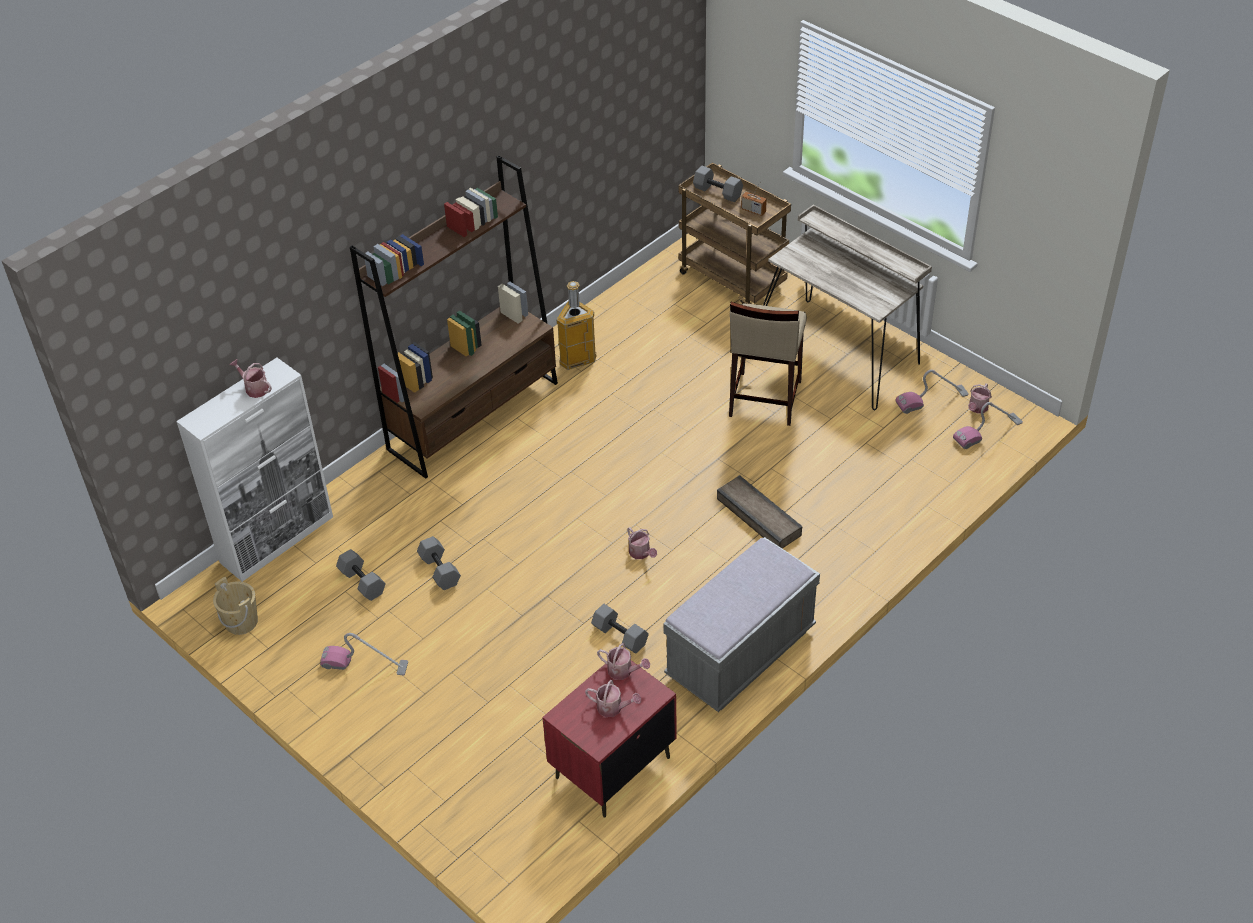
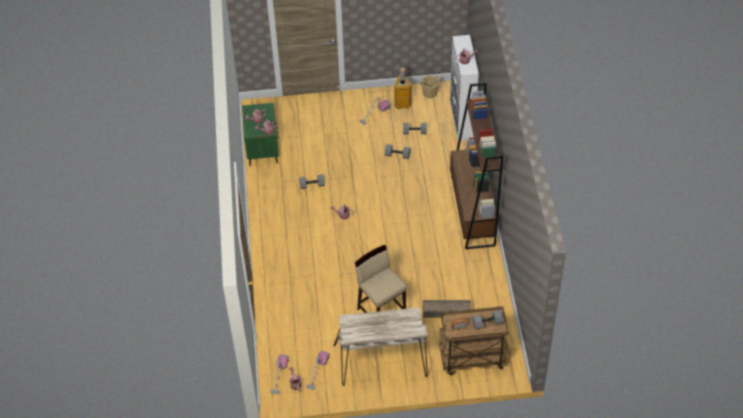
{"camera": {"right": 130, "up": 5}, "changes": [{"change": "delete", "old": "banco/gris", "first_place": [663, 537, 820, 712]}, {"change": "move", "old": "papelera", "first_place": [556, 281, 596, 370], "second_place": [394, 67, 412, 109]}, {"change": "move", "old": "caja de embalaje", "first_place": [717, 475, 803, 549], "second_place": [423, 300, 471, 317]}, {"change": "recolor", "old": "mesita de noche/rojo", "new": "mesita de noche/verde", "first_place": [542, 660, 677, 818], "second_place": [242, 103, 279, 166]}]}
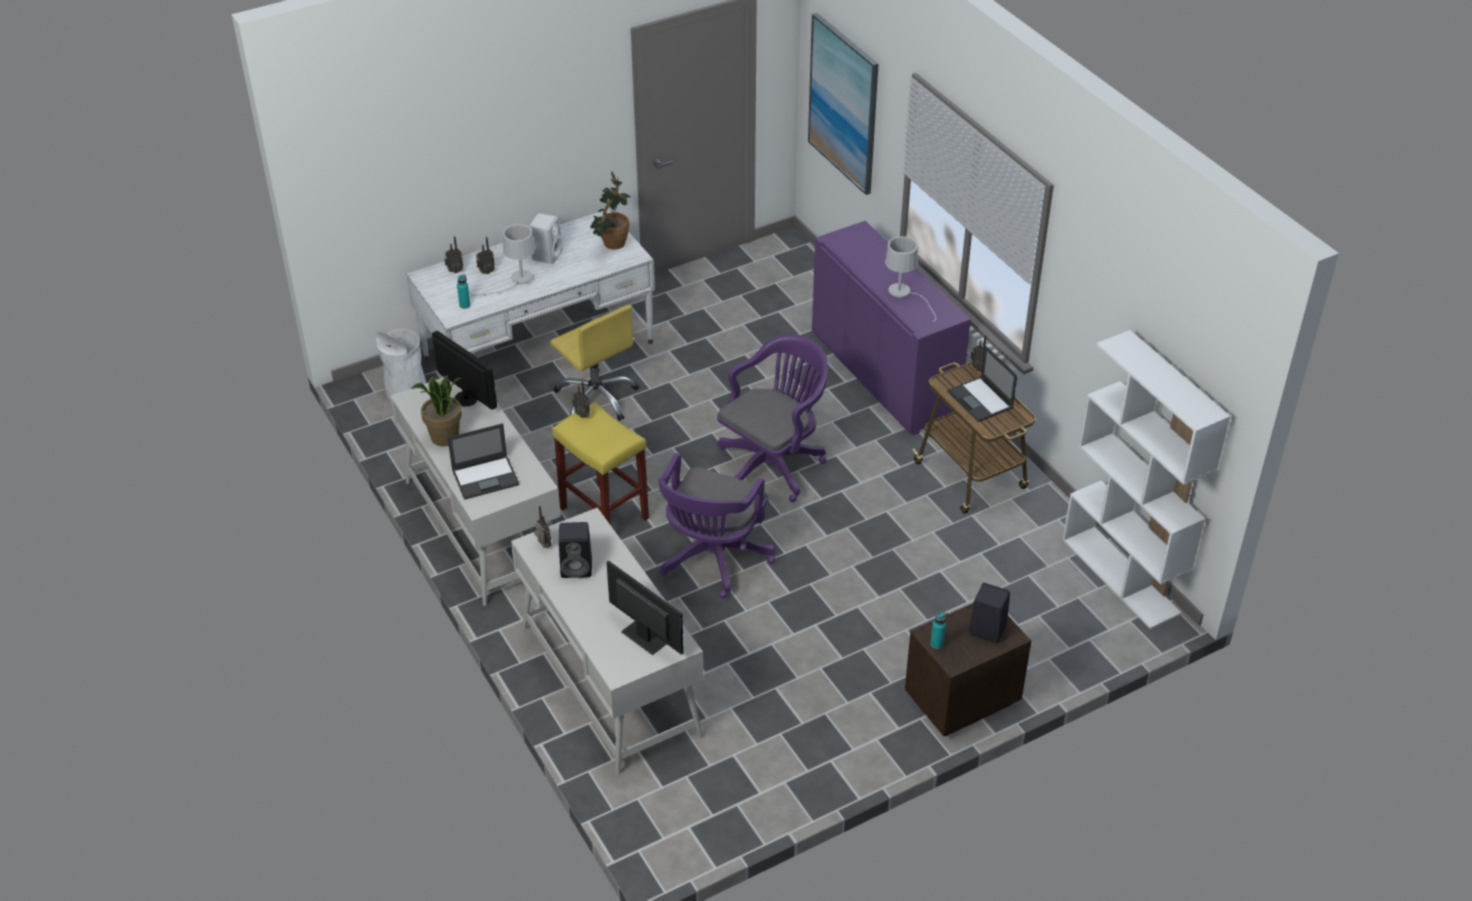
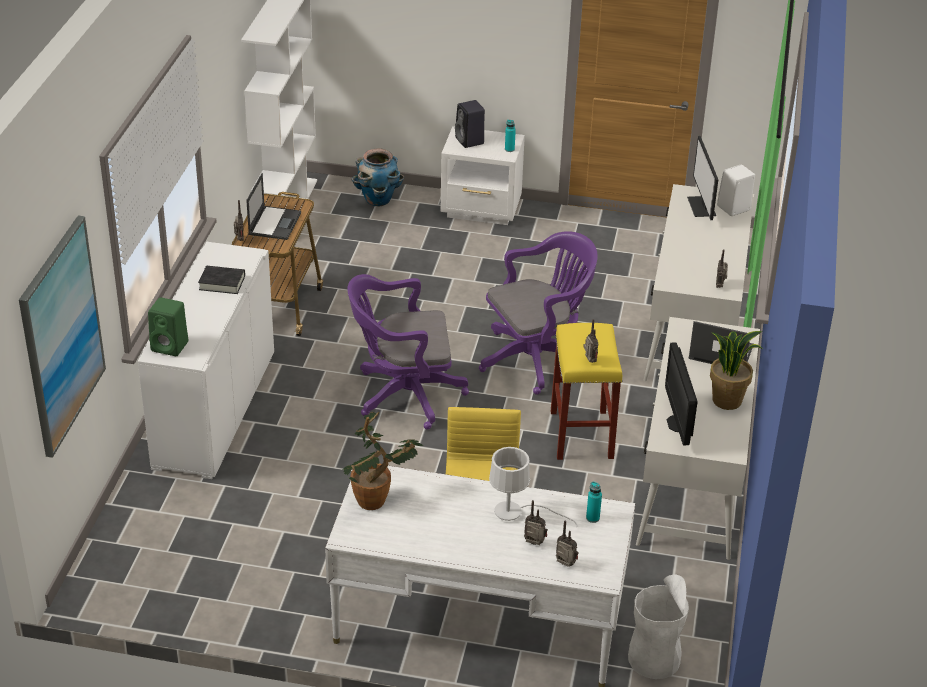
{"camera": {"right": -140, "up": -5}, "changes": [{"change": "delete", "old": "altavoz/negro", "first_place": [559, 522, 592, 578]}, {"change": "insert", "new": "altavoz/verde", "second_place": [148, 297, 188, 356]}, {"change": "insert", "new": "maceta", "second_place": [352, 148, 404, 206]}, {"change": "move", "old": "altavoz/blanco", "first_place": [530, 213, 562, 264], "second_place": [717, 164, 755, 216]}, {"change": "replace", "old": "lámpara de mesa/blanco", "new": "libro/negro", "first_place": [885, 236, 936, 322], "second_place": [198, 266, 245, 294]}, {"change": "recolor", "old": "armario/morado", "new": "armario/blanco", "first_place": [812, 221, 971, 436], "second_place": [138, 242, 274, 479]}, {"change": "recolor", "old": "mesita de noche/marrón", "new": "mesita de noche/blanco", "first_place": [905, 603, 1031, 736], "second_place": [440, 126, 525, 225]}]}
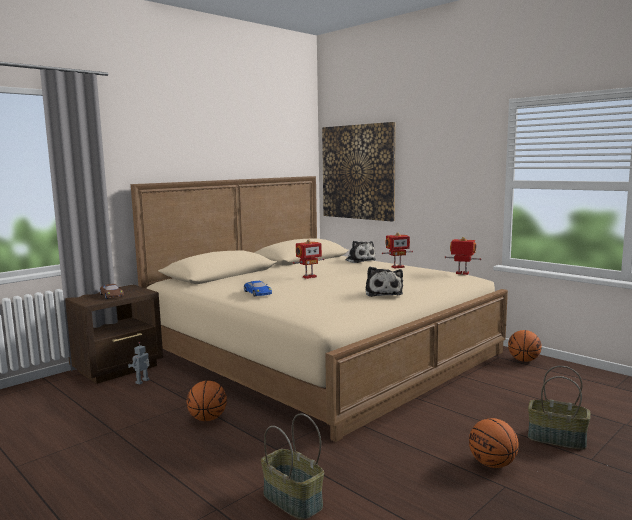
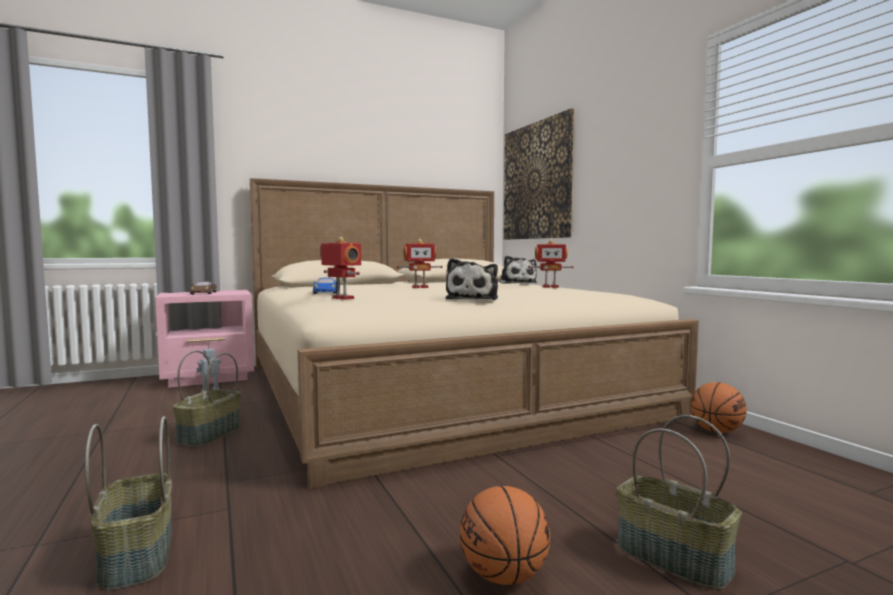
{"camera": {"right": 20, "up": -5}, "changes": [{"change": "move", "old": "robot de juguete", "first_place": [445, 237, 481, 275], "second_place": [321, 237, 361, 300]}, {"change": "replace", "old": "balón de baloncesto", "new": "cesta", "first_place": [187, 381, 227, 421], "second_place": [172, 350, 241, 447]}, {"change": "recolor", "old": "mesita de noche/marrón", "new": "mesita de noche/rosa", "first_place": [65, 284, 163, 384], "second_place": [155, 290, 254, 388]}]}
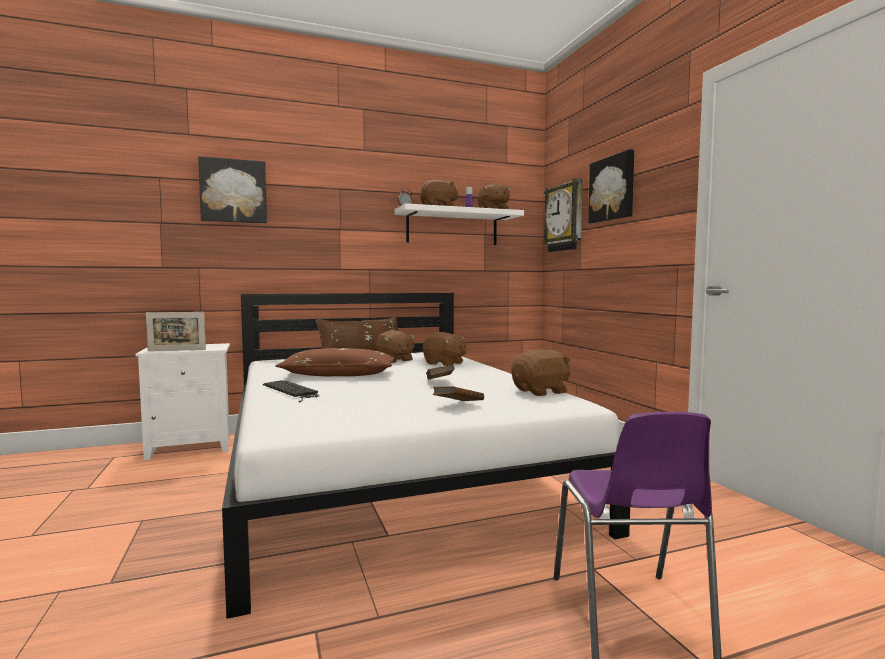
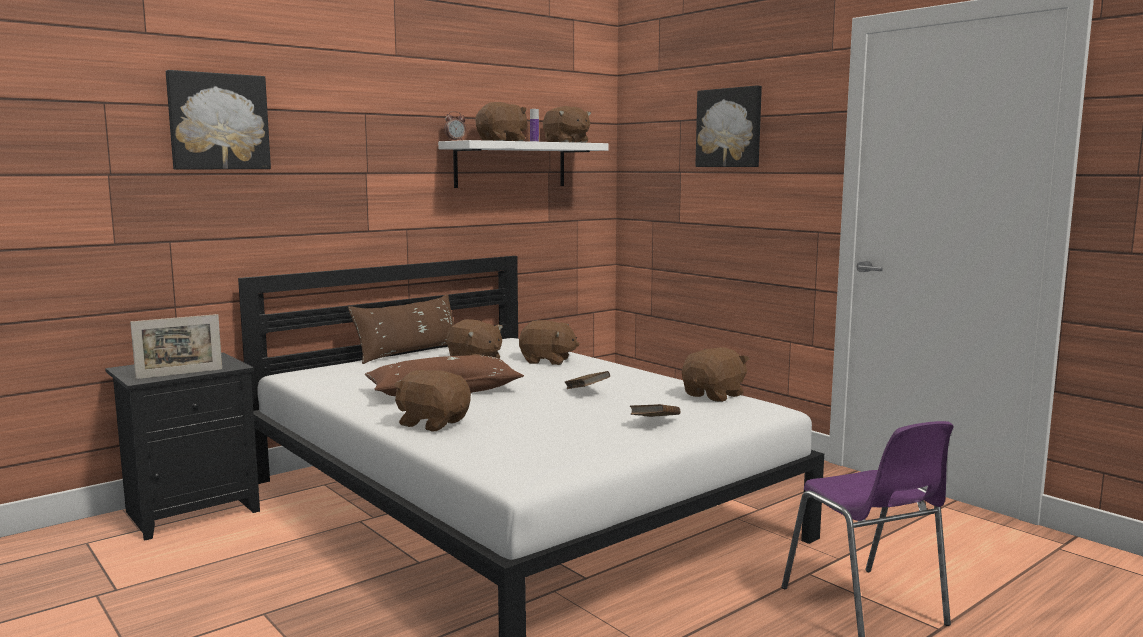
{"camera": {"right": -20, "up": 5}, "changes": [{"change": "delete", "old": "reloj de pared", "first_place": [543, 178, 583, 252]}, {"change": "replace", "old": "teclado", "new": "peluche/marrón", "first_place": [263, 380, 319, 402], "second_place": [394, 370, 471, 432]}, {"change": "recolor", "old": "mesita de noche/blanco", "new": "mesita de noche/negro", "first_place": [135, 343, 230, 460], "second_place": [105, 353, 260, 541]}]}
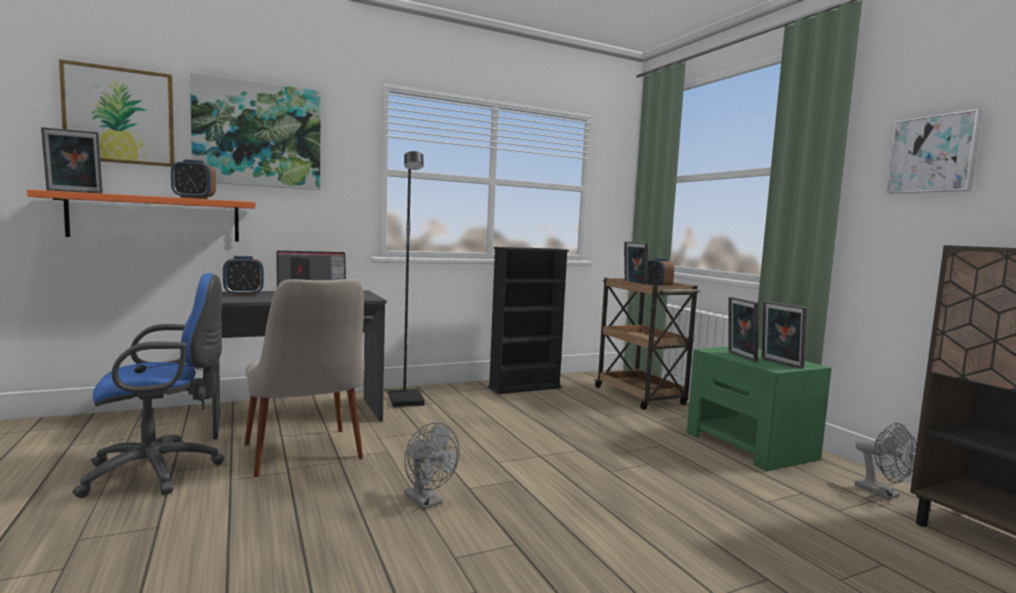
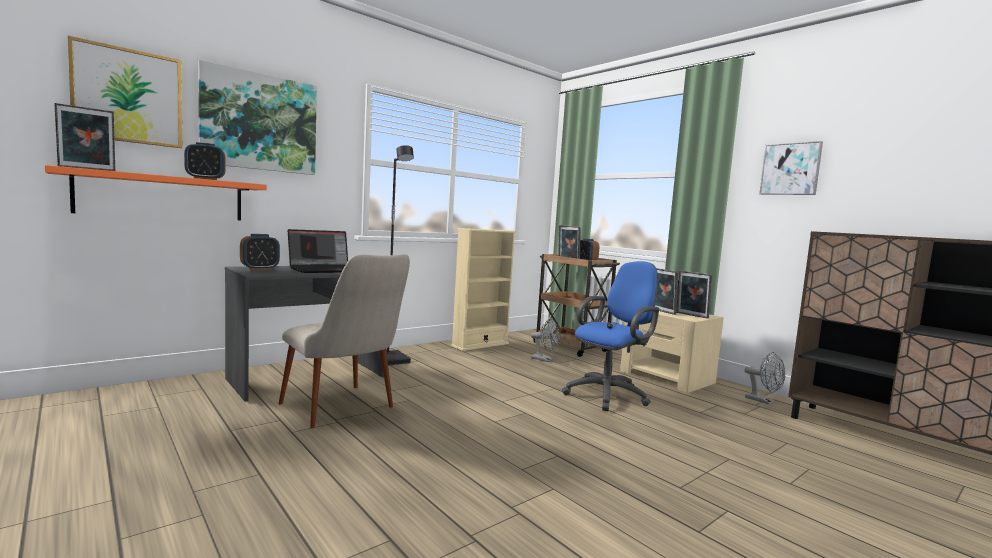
{"camera": {"right": -15, "up": 0}, "changes": [{"change": "move", "old": "silla de oficina/azul", "first_place": [72, 273, 224, 498], "second_place": [562, 261, 659, 411]}, {"change": "move", "old": "ventilador/gris", "first_place": [404, 422, 459, 509], "second_place": [531, 319, 561, 362]}, {"change": "recolor", "old": "estantería/negro", "new": "estantería/beis", "first_place": [488, 247, 569, 394], "second_place": [451, 228, 516, 351]}, {"change": "recolor", "old": "mesita de noche/verde", "new": "mesita de noche/beis", "first_place": [687, 347, 832, 471], "second_place": [620, 311, 724, 393]}]}
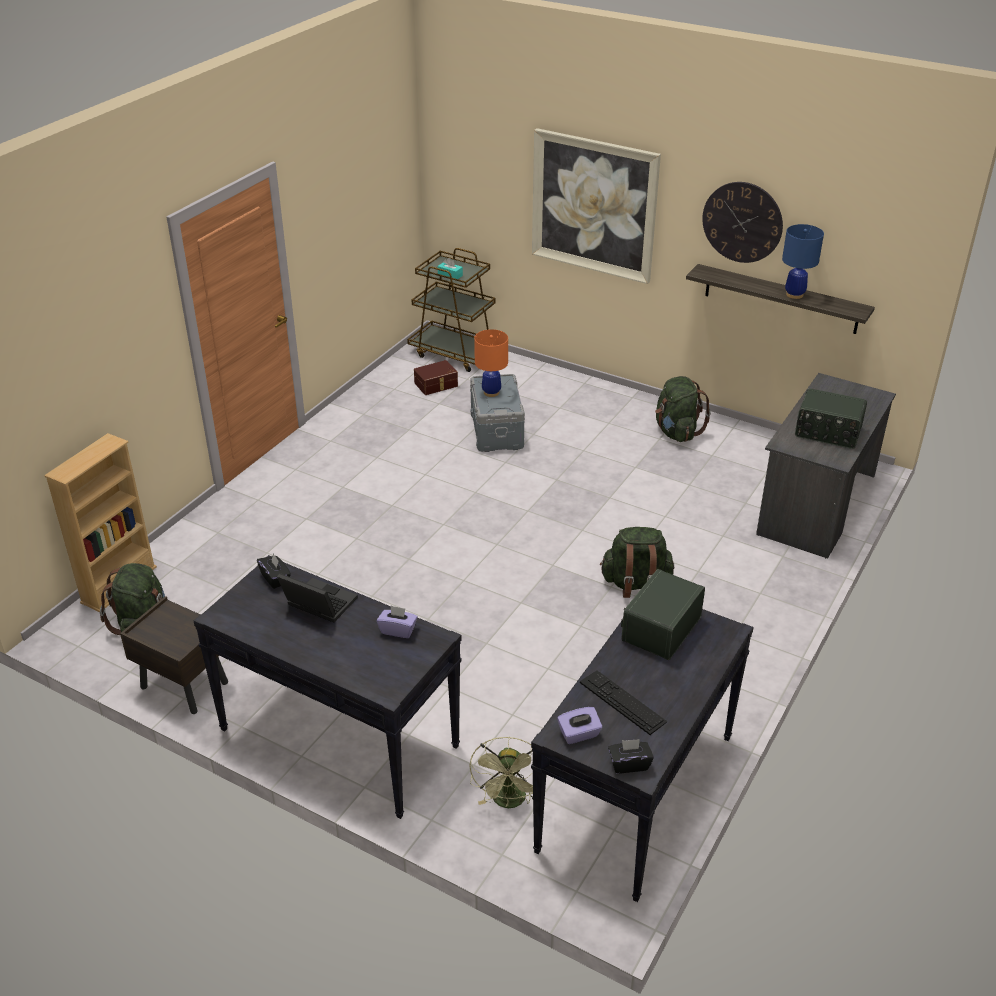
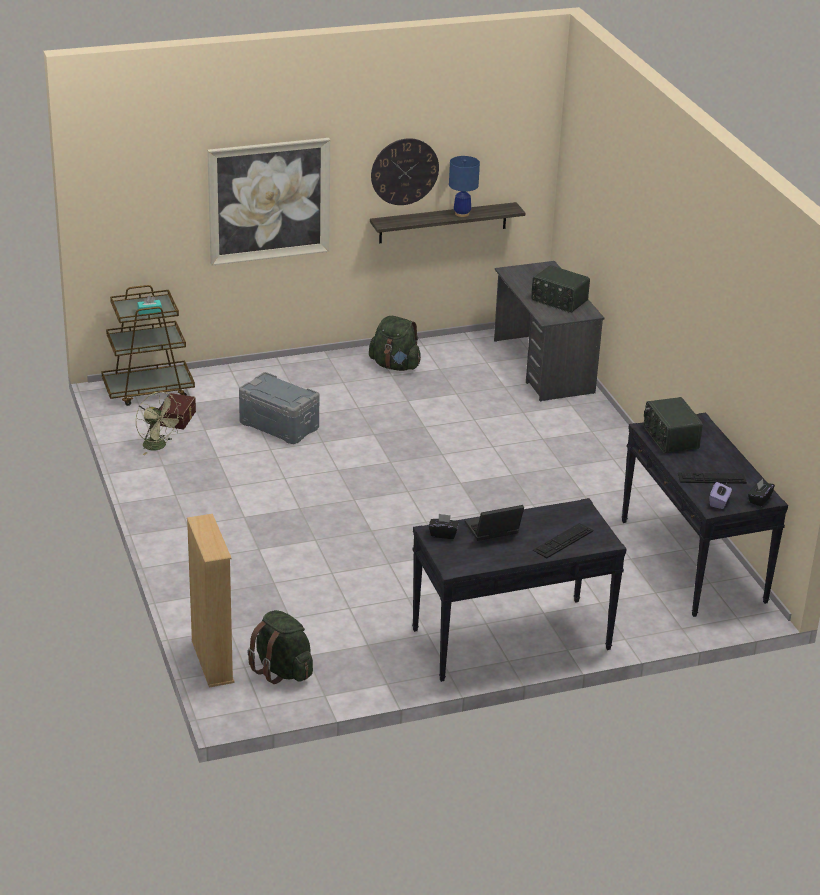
{"camera": {"right": -50, "up": -5}, "changes": [{"change": "delete", "old": "mesita de noche/marrón", "first_place": [120, 596, 228, 714]}, {"change": "delete", "old": "caja de pañuelos/morado", "first_place": [377, 606, 418, 638]}, {"change": "delete", "old": "lámpara de mesa/naranja", "first_place": [474, 329, 508, 397]}, {"change": "delete", "old": "mochila/verde", "first_place": [600, 527, 674, 598]}, {"change": "insert", "new": "teclado", "second_place": [533, 523, 593, 559]}, {"change": "move", "old": "ventilador/verde", "first_place": [469, 737, 547, 808], "second_place": [136, 392, 183, 455]}, {"change": "rotate", "old": "radio", "first_place": [795, 388, 867, 449], "second_place": [531, 265, 590, 313], "degrees": 60}]}
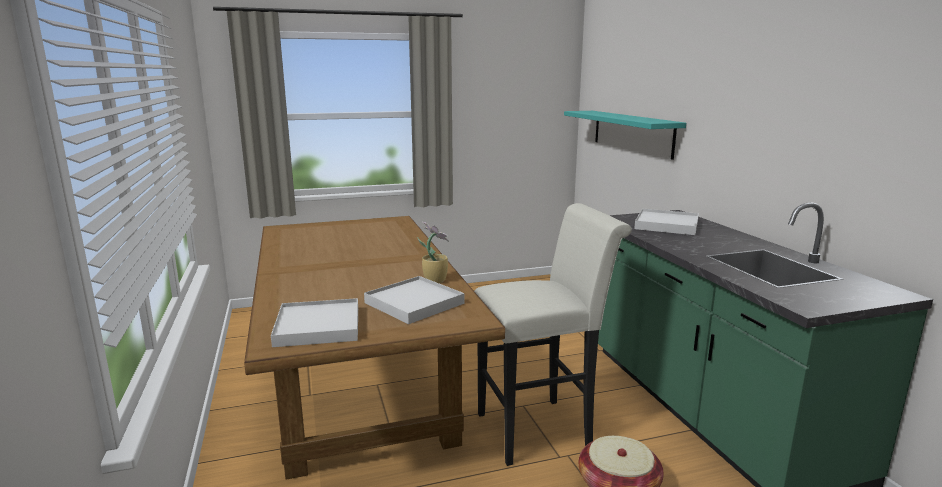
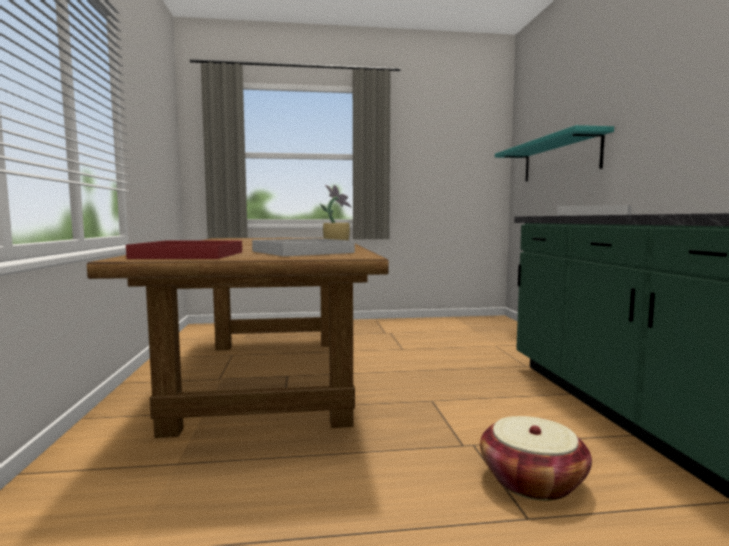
{"camera": {"right": 10, "up": -10}, "changes": [{"change": "delete", "old": "taburete/blanco", "first_place": [474, 203, 632, 466]}, {"change": "recolor", "old": "bandeja/blanco", "new": "bandeja/rojo", "first_place": [271, 298, 358, 347], "second_place": [126, 241, 242, 259]}]}
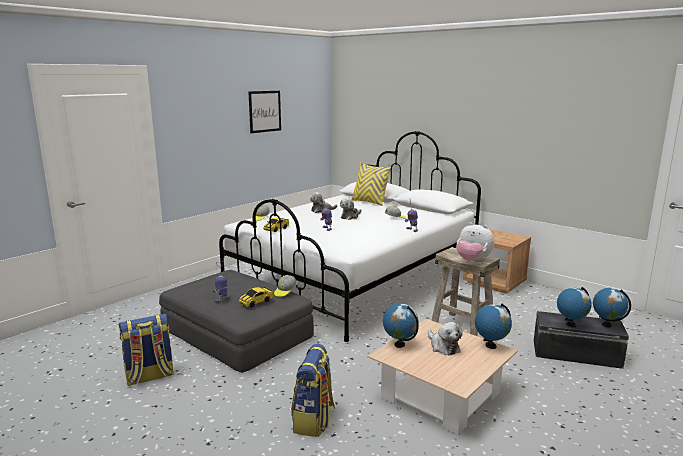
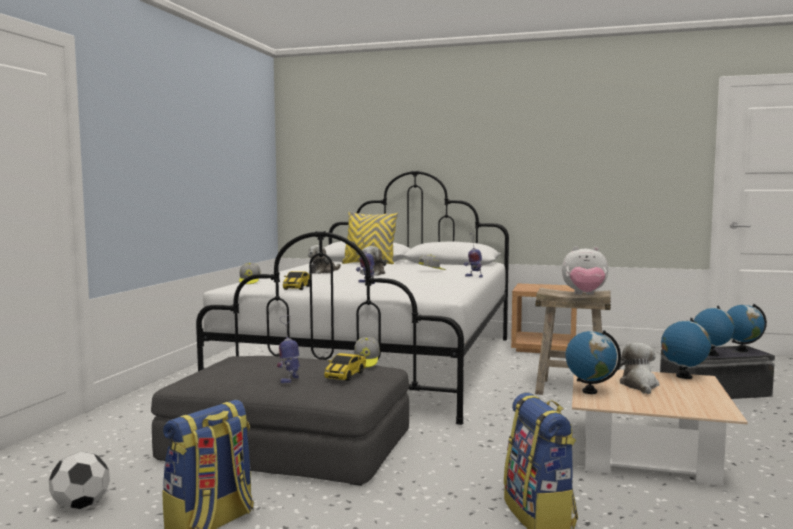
{"camera": {"right": -25, "up": -10}, "changes": [{"change": "delete", "old": "cuadro", "first_place": [248, 91, 281, 133]}, {"change": "insert", "new": "balón de fútbol", "second_place": [49, 452, 110, 509]}, {"change": "rotate", "old": "peluche", "first_place": [428, 322, 463, 356], "second_place": [618, 343, 659, 394], "degrees": -120}]}
